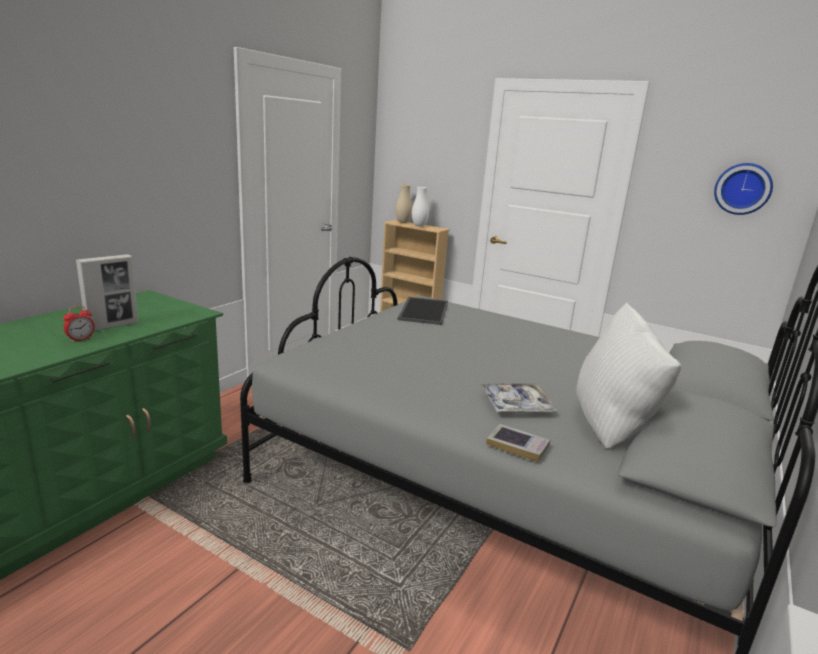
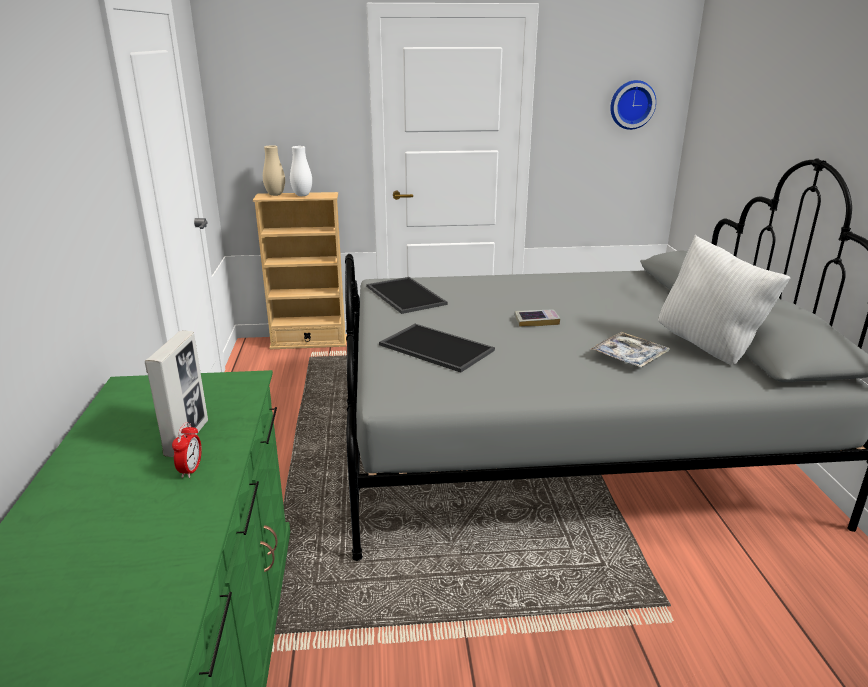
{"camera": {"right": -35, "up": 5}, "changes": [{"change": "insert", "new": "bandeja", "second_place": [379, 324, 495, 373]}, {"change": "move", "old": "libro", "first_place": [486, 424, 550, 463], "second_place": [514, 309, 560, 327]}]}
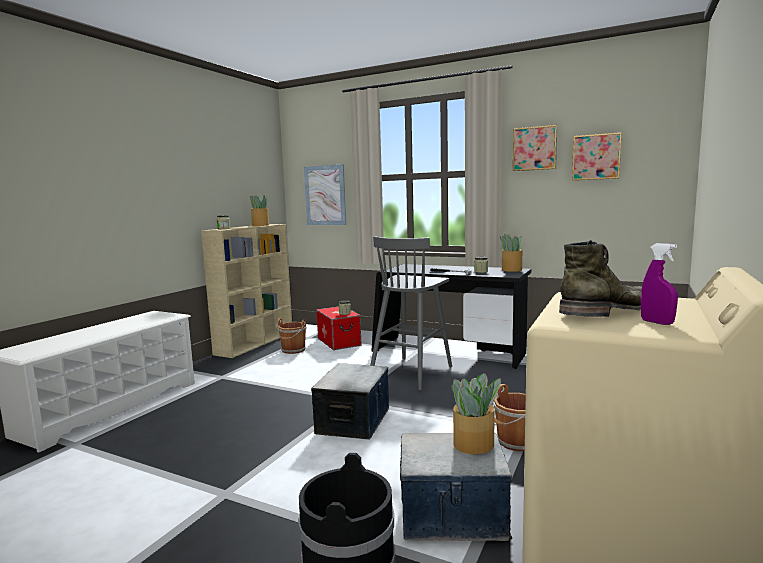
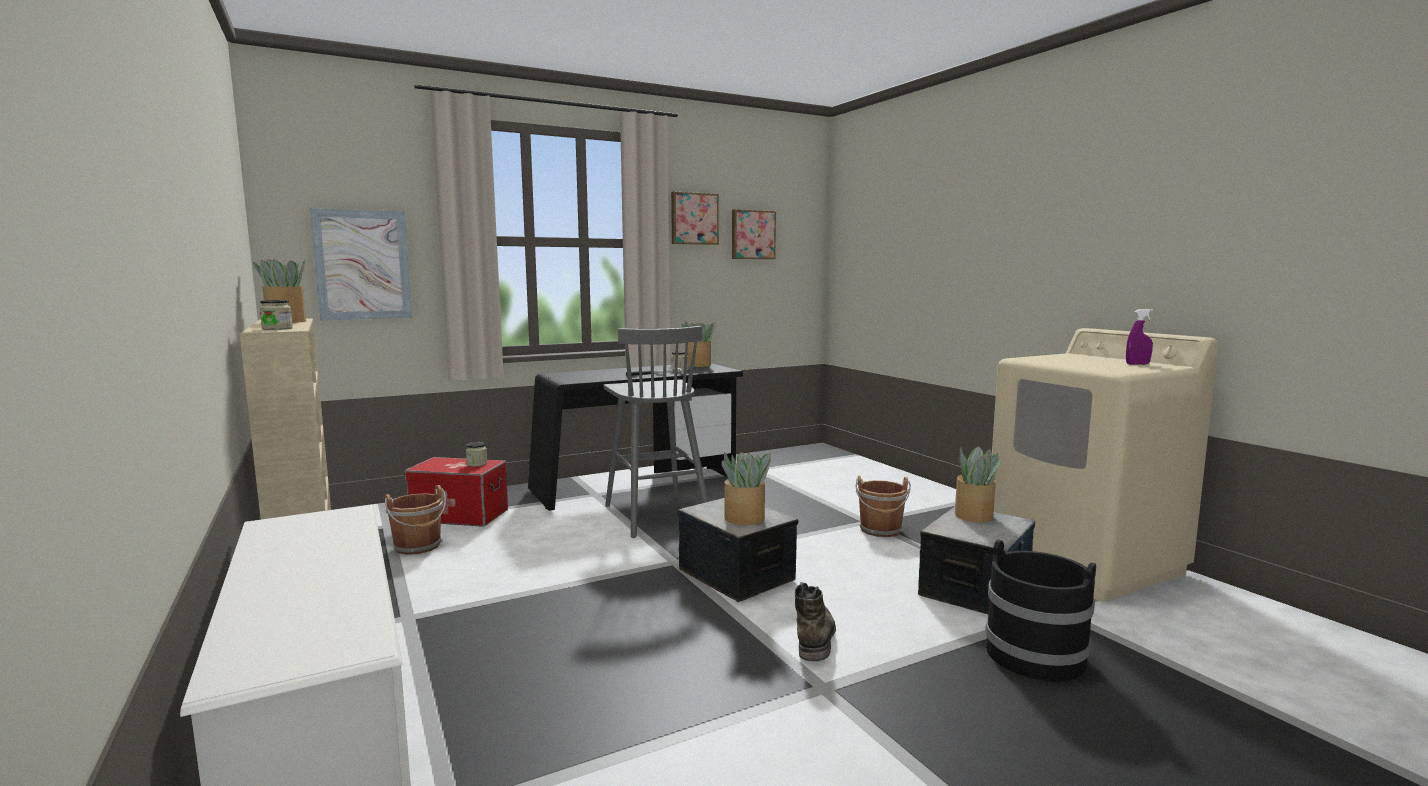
{"camera": {"right": -55, "up": 0}, "changes": [{"change": "insert", "new": "planta en maceta", "second_place": [722, 452, 772, 525]}, {"change": "move", "old": "bota/verde", "first_place": [559, 240, 642, 317], "second_place": [795, 582, 836, 662]}]}
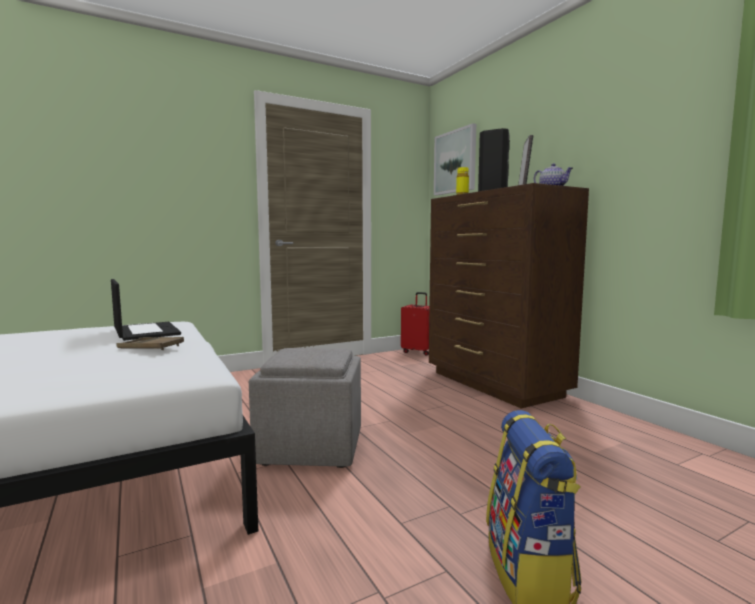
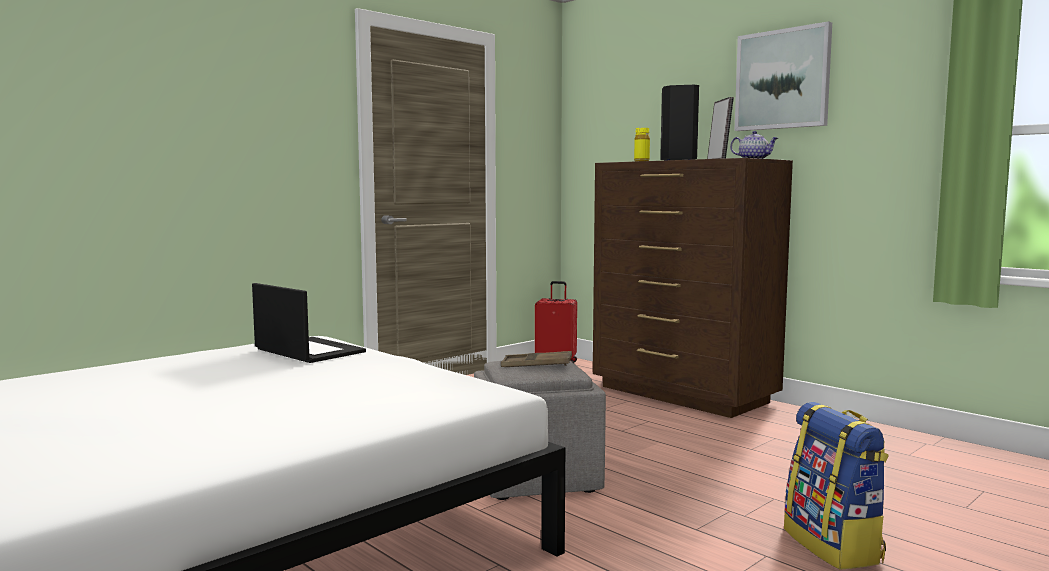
{"camera": {"right": -15, "up": 0}, "changes": [{"change": "move", "old": "bandeja/marrón", "first_place": [116, 337, 184, 350], "second_place": [501, 351, 572, 367]}, {"change": "move", "old": "cuadro", "first_place": [434, 123, 476, 196], "second_place": [734, 21, 832, 131]}]}
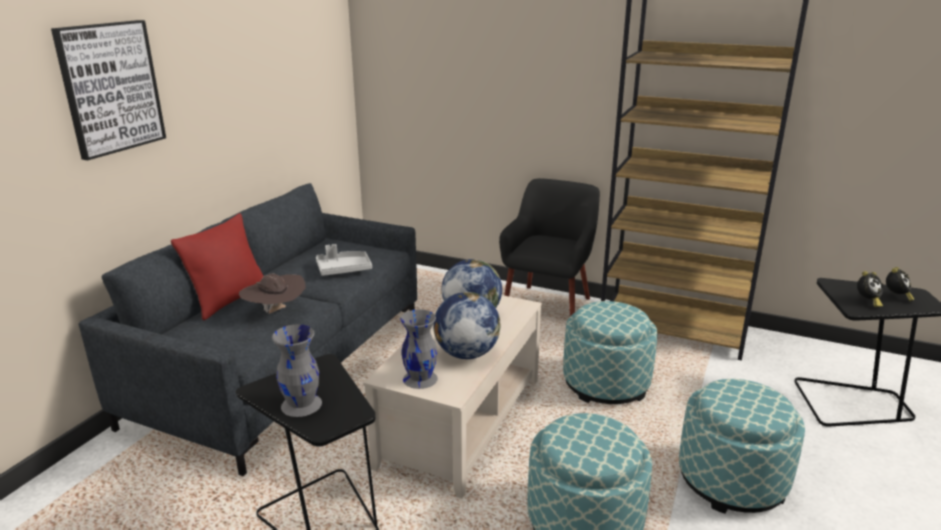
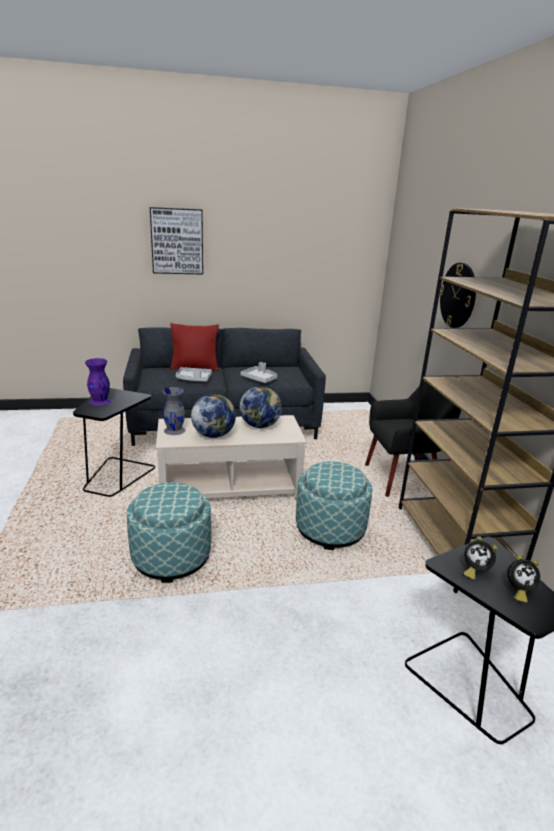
{"camera": {"right": 55, "up": 0}, "changes": [{"change": "delete", "old": "puf", "first_place": [679, 379, 805, 514]}, {"change": "insert", "new": "reloj de pared", "second_place": [440, 263, 476, 328]}, {"change": "replace", "old": "sombrero/marrón", "new": "bandeja/gris", "first_place": [239, 274, 306, 314], "second_place": [176, 367, 212, 382]}, {"change": "recolor", "old": "florero/gris", "new": "florero/morado", "first_place": [272, 324, 322, 417], "second_place": [85, 358, 111, 406]}]}
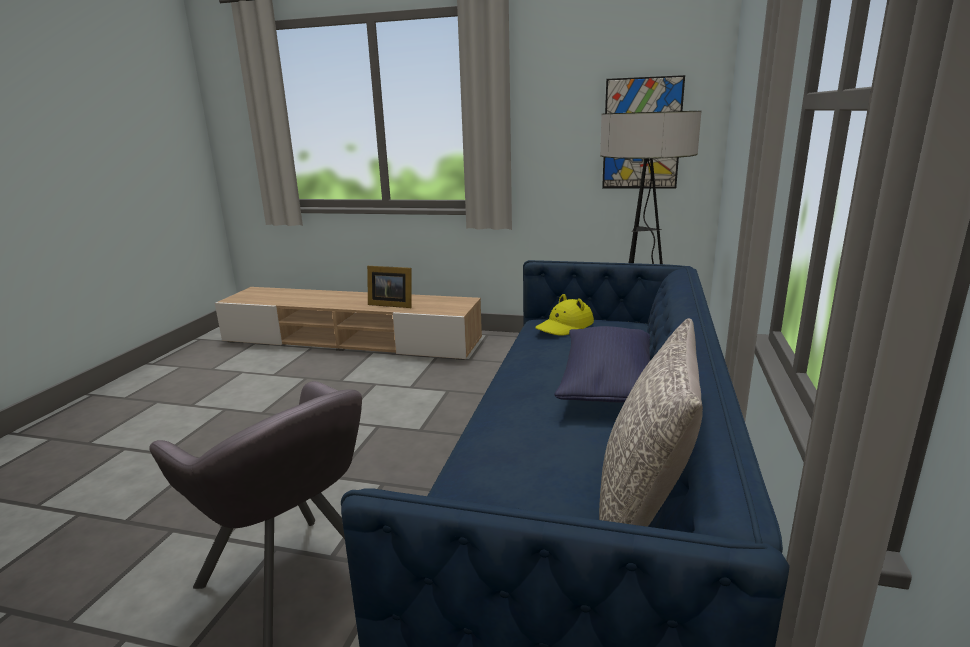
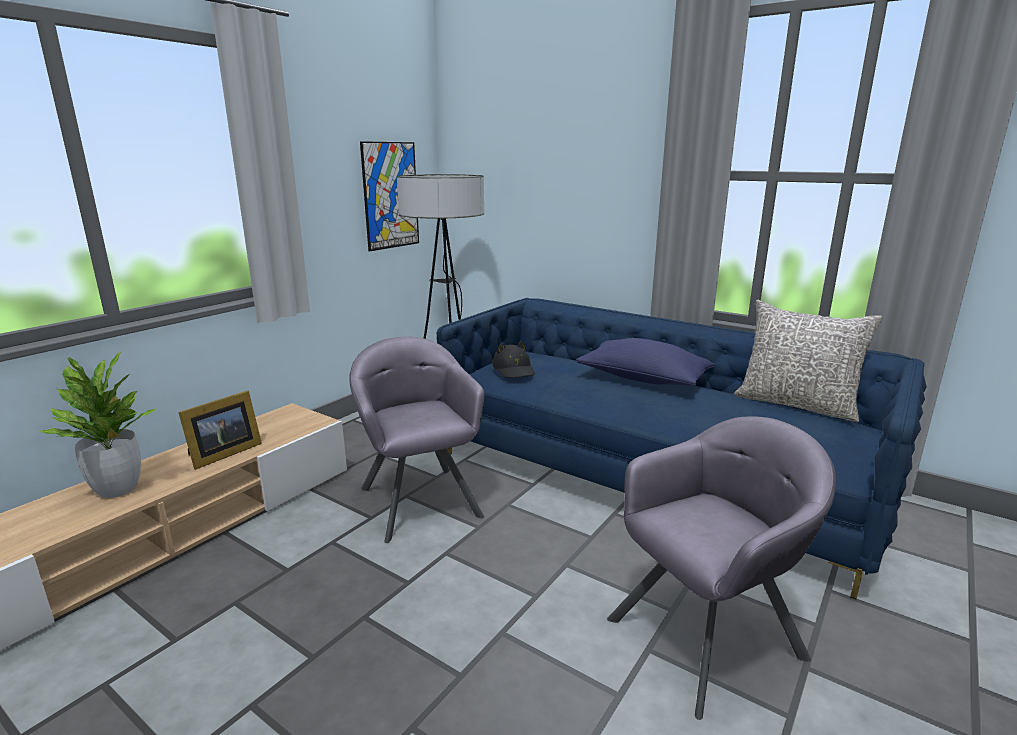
{"camera": {"right": -70, "up": 0}, "changes": [{"change": "insert", "new": "planta en maceta", "second_place": [40, 352, 156, 498]}, {"change": "insert", "new": "sillón/gris", "second_place": [349, 337, 484, 543]}, {"change": "recolor", "old": "sombrero/amarillo", "new": "sombrero/negro", "first_place": [535, 294, 594, 336], "second_place": [492, 341, 535, 378]}]}
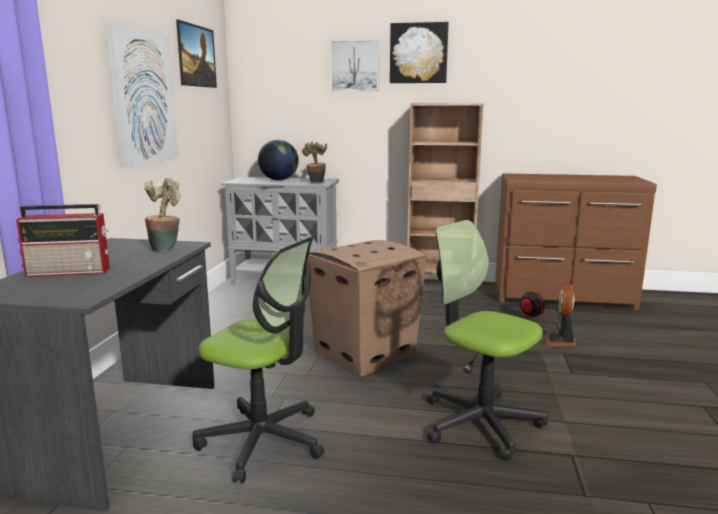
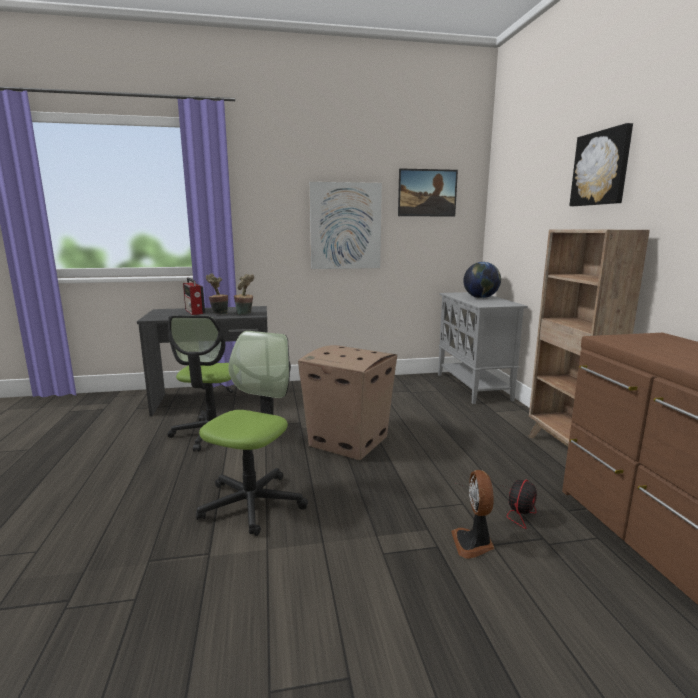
{"camera": {"right": 70, "up": 0}, "changes": [{"change": "delete", "old": "cuadro", "first_place": [330, 40, 379, 91]}, {"change": "move", "old": "planta en maceta", "first_place": [302, 141, 327, 183], "second_place": [206, 274, 228, 314]}, {"change": "rotate", "old": "ventilador", "first_place": [545, 283, 576, 347], "second_place": [451, 470, 495, 559], "degrees": -90}]}
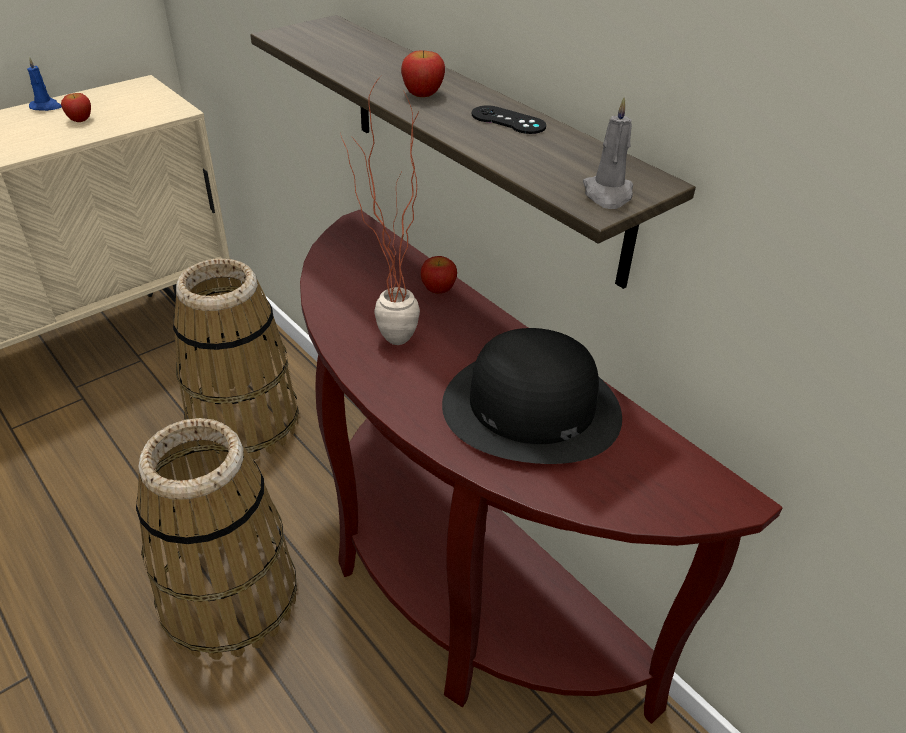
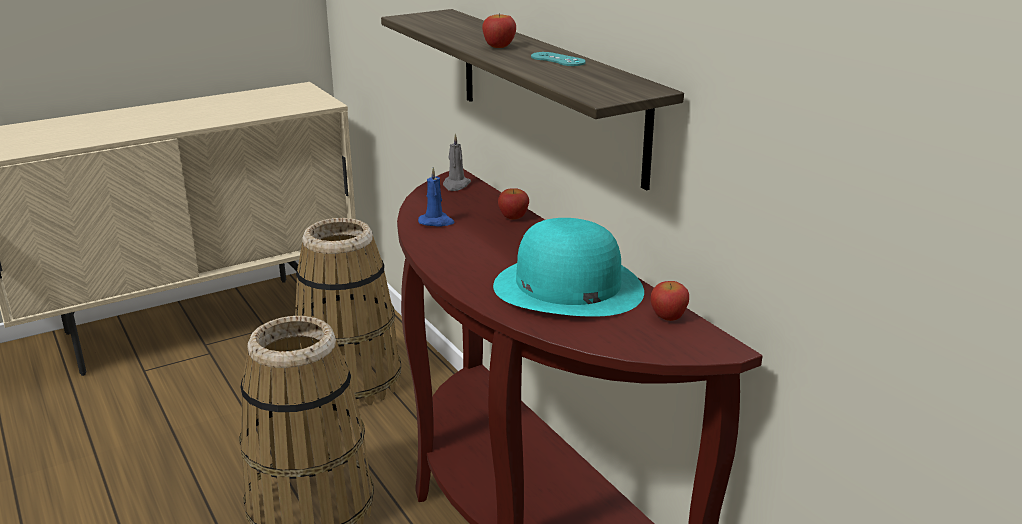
{"camera": {"right": 10, "up": -15}, "changes": [{"change": "delete", "old": "planta en maceta", "first_place": [340, 76, 420, 345]}, {"change": "move", "old": "vela/azul", "first_place": [27, 57, 62, 111], "second_place": [418, 167, 455, 227]}, {"change": "move", "old": "manzana", "first_place": [61, 93, 91, 122], "second_place": [651, 281, 689, 321]}, {"change": "move", "old": "vela/gris", "first_place": [583, 97, 633, 209], "second_place": [443, 134, 471, 191]}, {"change": "recolor", "old": "sombrero/negro", "new": "sombrero/turquesa", "first_place": [442, 328, 622, 464], "second_place": [493, 218, 644, 317]}, {"change": "recolor", "old": "mando de consola/negro", "new": "mando de consola/turquesa", "first_place": [472, 105, 546, 134], "second_place": [531, 52, 586, 66]}]}
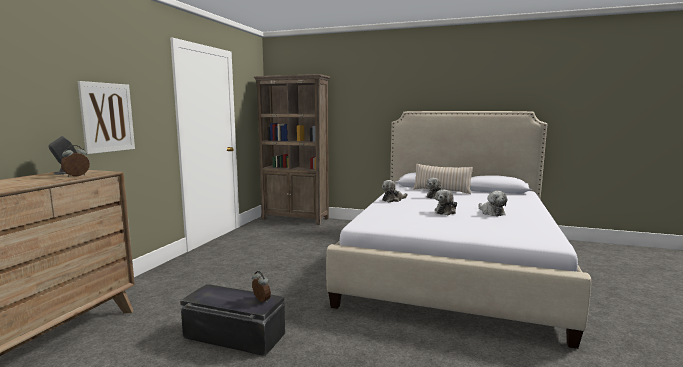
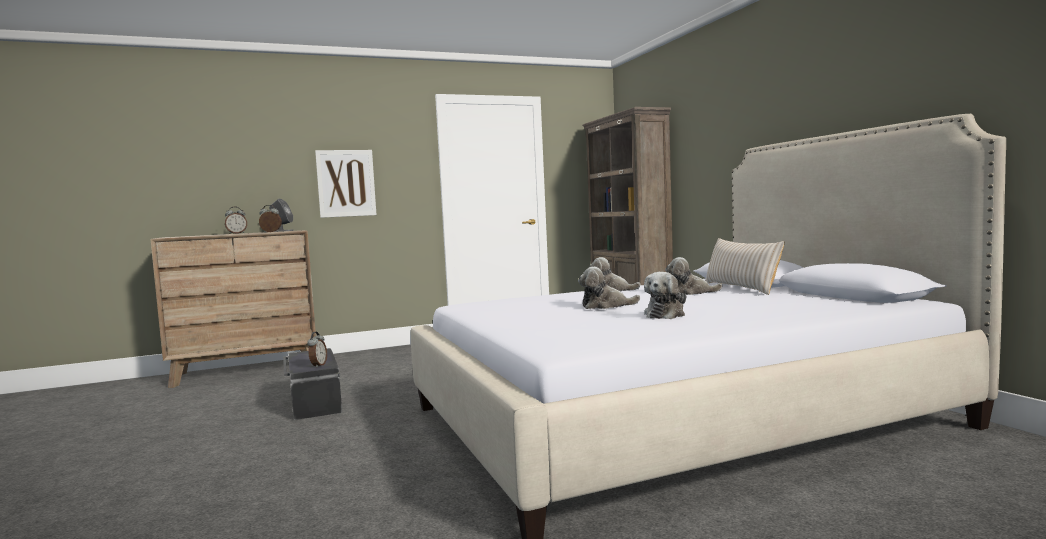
{"camera": {"right": 50, "up": -5}, "changes": [{"change": "insert", "new": "despertador", "second_place": [225, 207, 247, 234]}]}
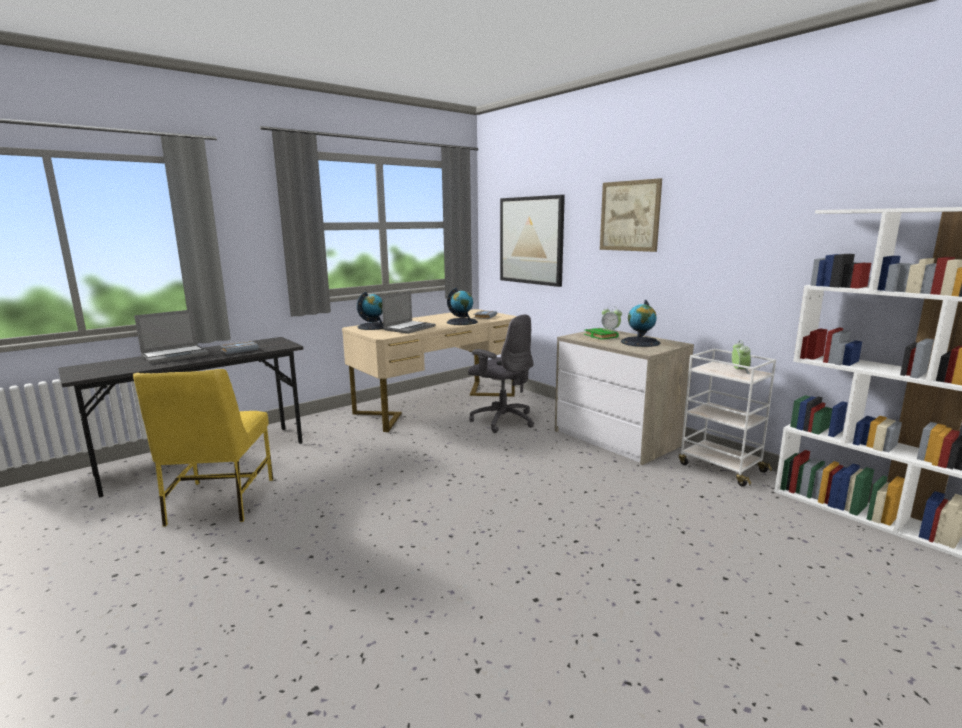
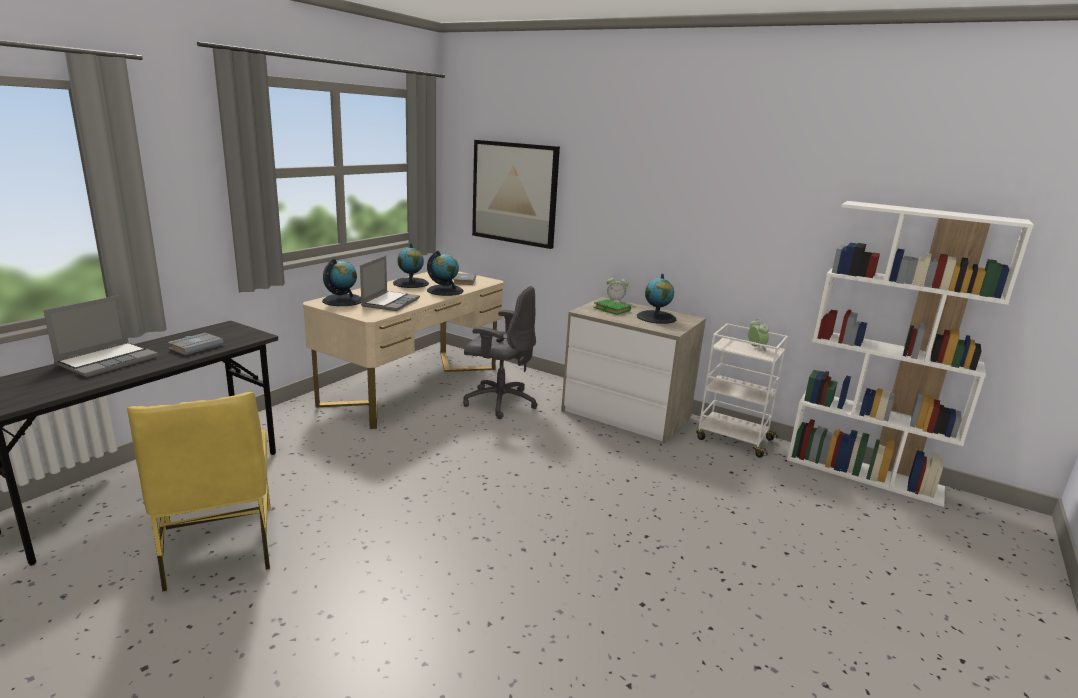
{"camera": {"right": -20, "up": 5}, "changes": [{"change": "delete", "old": "cuadro", "first_place": [600, 178, 662, 252]}, {"change": "insert", "new": "globo terráqueo", "second_place": [393, 244, 429, 288]}]}
